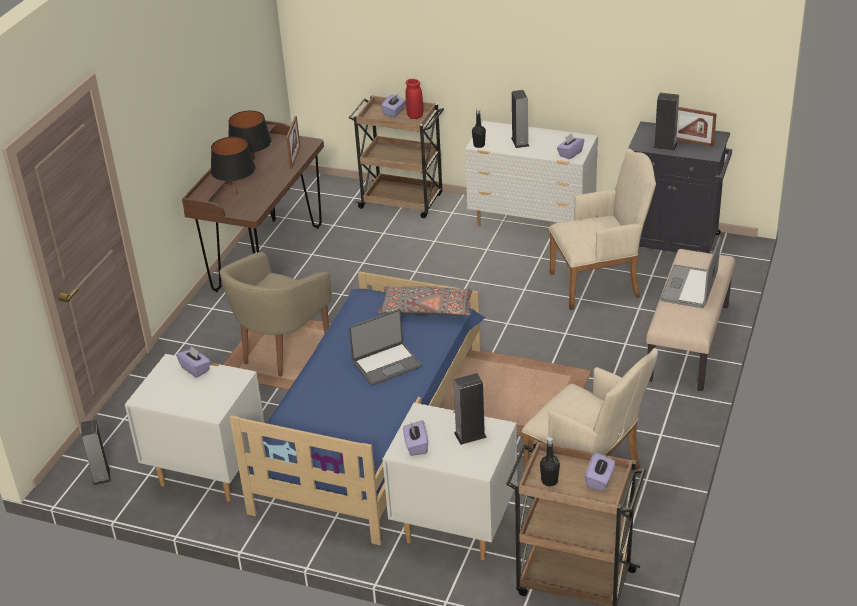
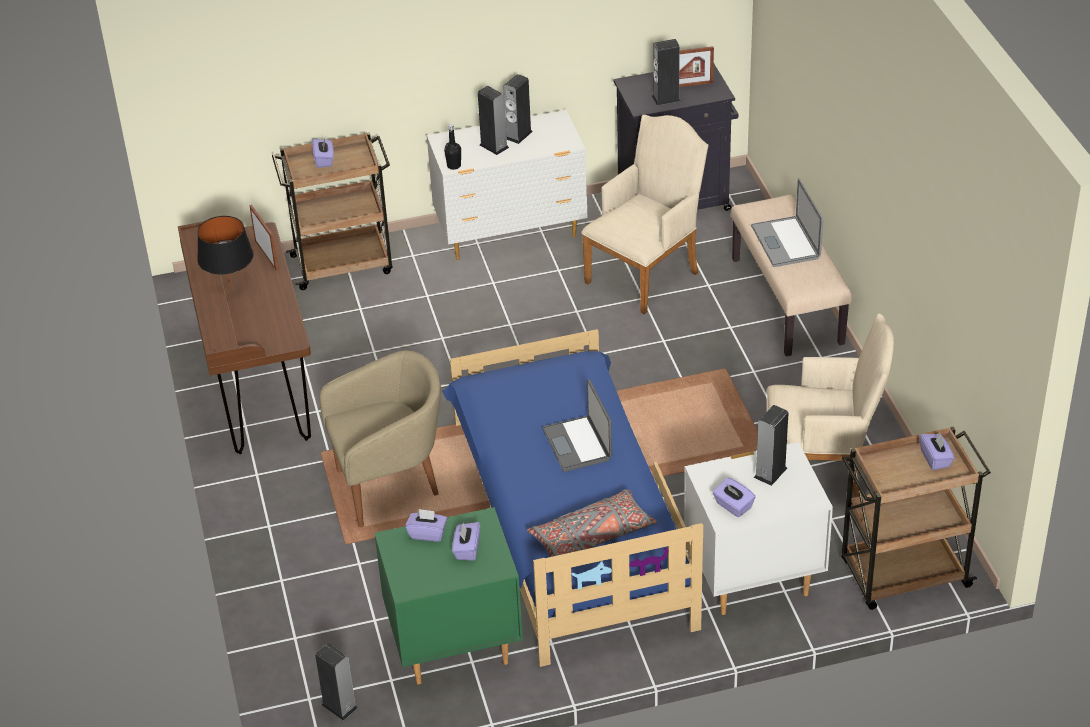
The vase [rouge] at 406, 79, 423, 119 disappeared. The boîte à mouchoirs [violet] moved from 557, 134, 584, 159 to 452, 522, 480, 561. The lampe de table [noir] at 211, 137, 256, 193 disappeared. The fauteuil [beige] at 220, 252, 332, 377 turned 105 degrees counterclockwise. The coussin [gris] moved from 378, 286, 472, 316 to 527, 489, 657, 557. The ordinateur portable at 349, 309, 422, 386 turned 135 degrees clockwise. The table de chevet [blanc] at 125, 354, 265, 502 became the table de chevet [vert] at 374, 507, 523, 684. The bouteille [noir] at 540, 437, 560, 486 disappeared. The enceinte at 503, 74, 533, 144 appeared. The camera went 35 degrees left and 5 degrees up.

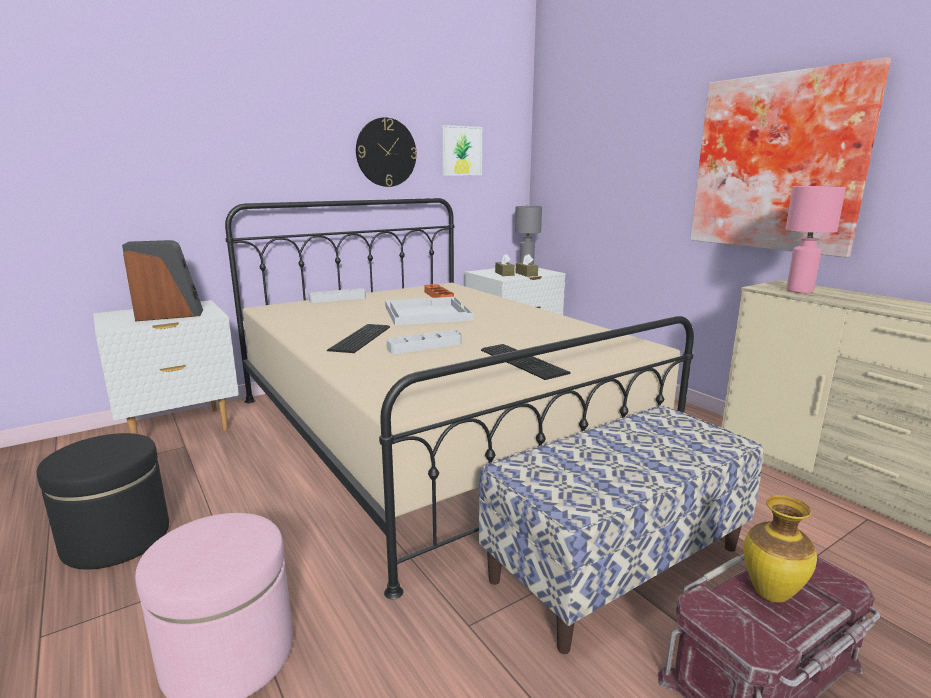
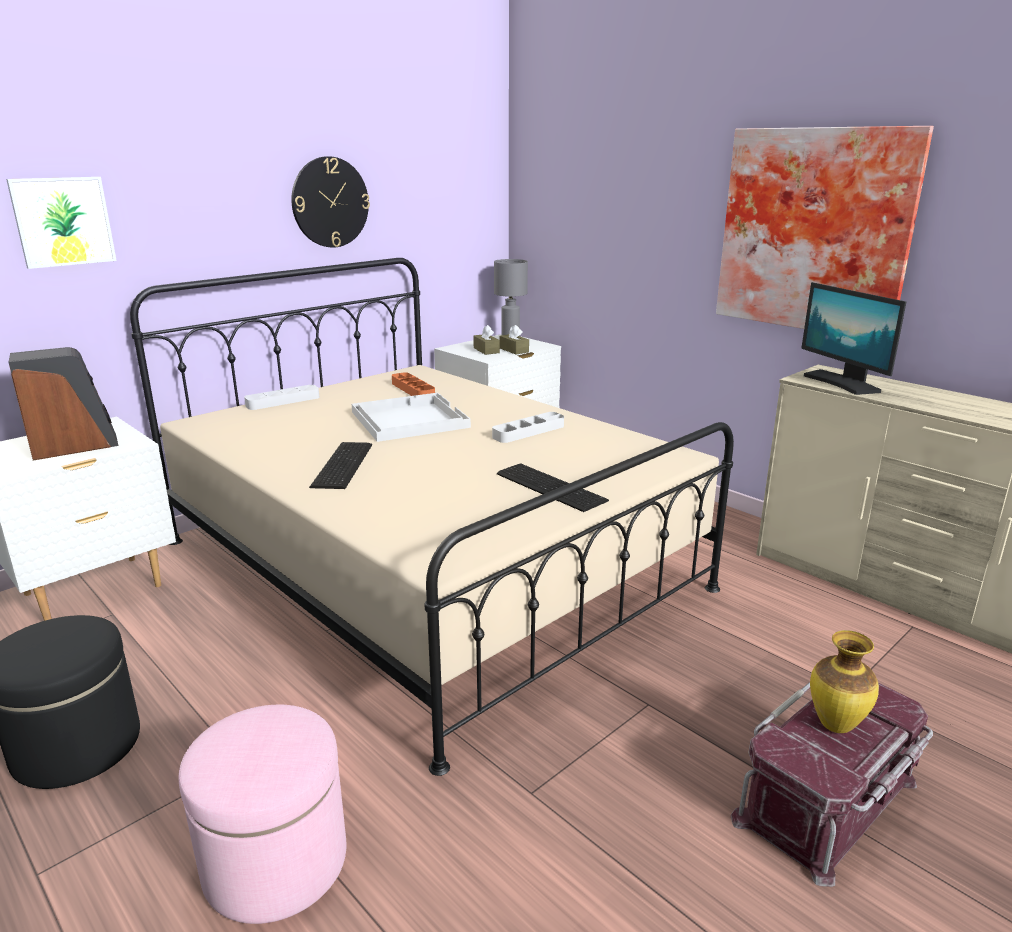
The tableau moved from 441, 125, 482, 175 to 6, 177, 117, 269. The lampe de table [rose] at 786, 186, 846, 293 was replaced by the écran d'ordinateur at 801, 282, 906, 395. The plateau [gris] moved from 387, 330, 461, 354 to 492, 412, 564, 443. The banc at 479, 405, 764, 654 disappeared. The camera went 10 degrees left and 5 degrees up.

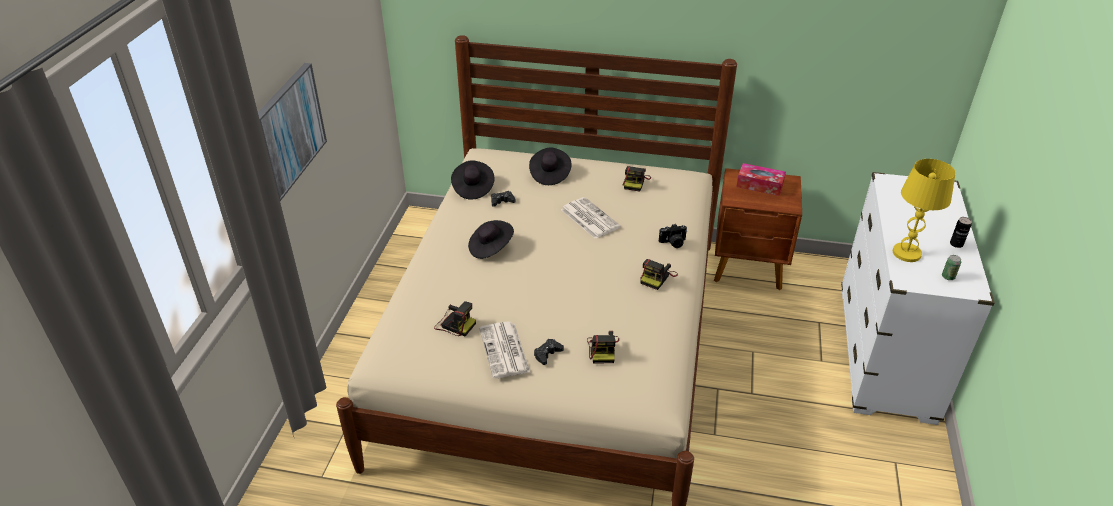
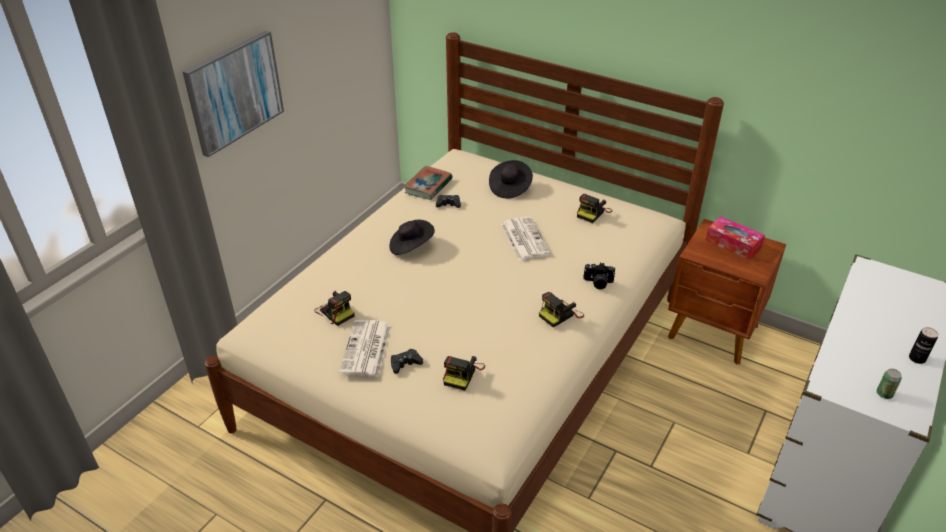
The lampe de table [jaune] at 893, 159, 956, 262 disappeared. The chapeau [noir] at 451, 160, 494, 200 was replaced by the livre at 404, 166, 452, 200. The camera went 20 degrees right and 0 degrees up.

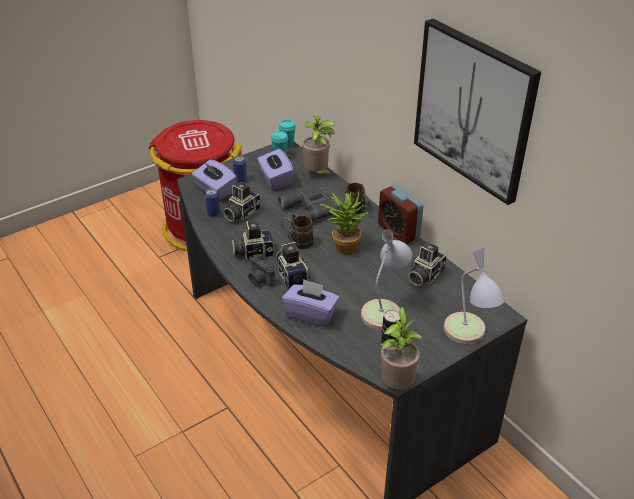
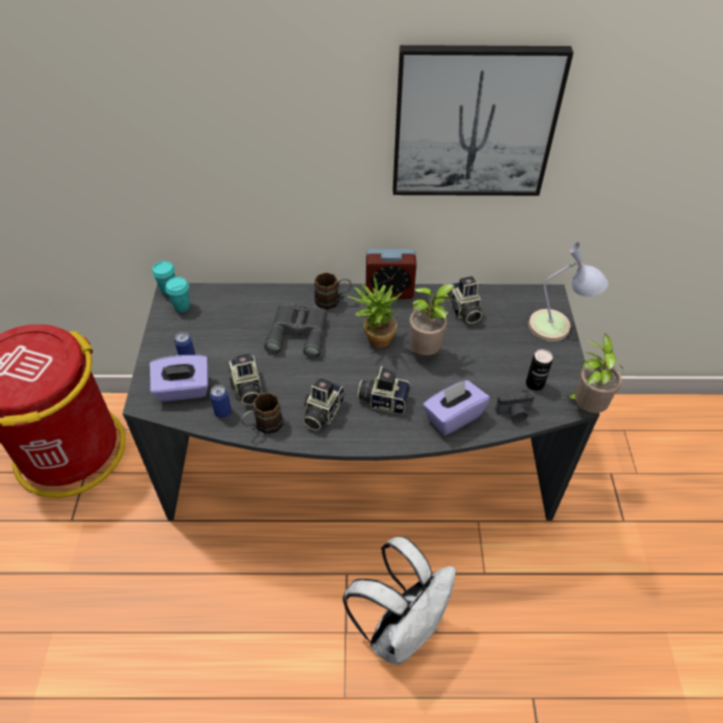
The plante en pot moved from 302, 115, 335, 176 to 409, 284, 455, 355. The boîte à mouchoirs [violet] at 257, 149, 294, 189 disappeared. The mug [marron] moved from 281, 216, 313, 249 to 241, 392, 283, 434. The lampe de table at 361, 230, 412, 330 disappeared. The appareil photo moved from 248, 257, 275, 286 to 495, 389, 535, 422. The sac à dos [blanc] at 343, 537, 456, 665 appeared. The camera went 55 degrees left and 10 degrees up.

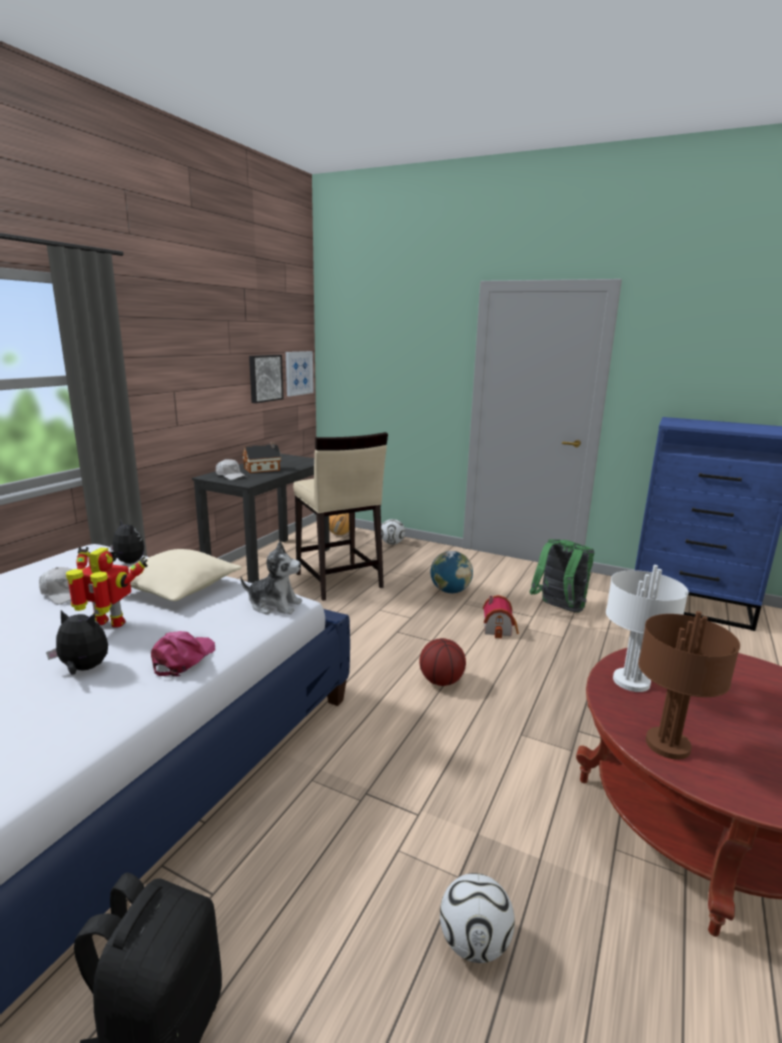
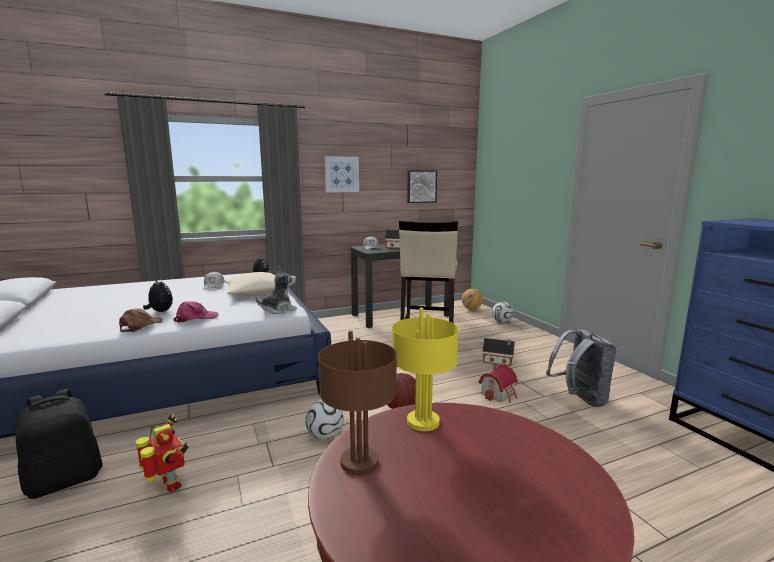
The tableau moved from 286, 351, 314, 396 to 325, 156, 359, 193. The sac à dos [vert] at 530, 539, 594, 612 became the sac à dos [gris] at 546, 329, 616, 407. The peluche at 240, 541, 302, 615 turned 90 degrees counterclockwise. The robot jouet moved from 66, 547, 148, 628 to 136, 415, 189, 492. The globe at 431, 551, 473, 593 was replaced by the maison miniature at 483, 338, 515, 366. The lampe de table [blanc] at 606, 565, 688, 692 became the lampe de table [jaune] at 392, 308, 459, 431. The ballon de foot moved from 440, 873, 515, 963 to 305, 400, 343, 439. The casquette [marron] at 119, 308, 163, 332 appeared. The camera went 40 degrees right and 5 degrees down.

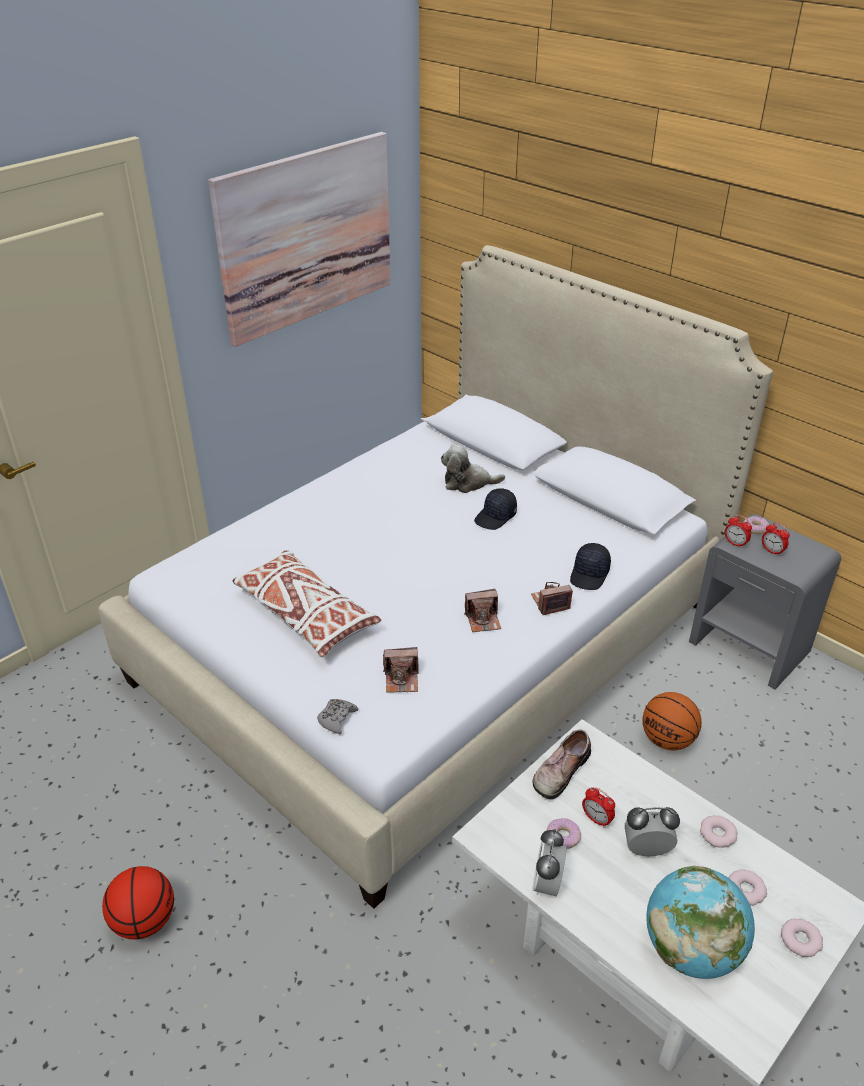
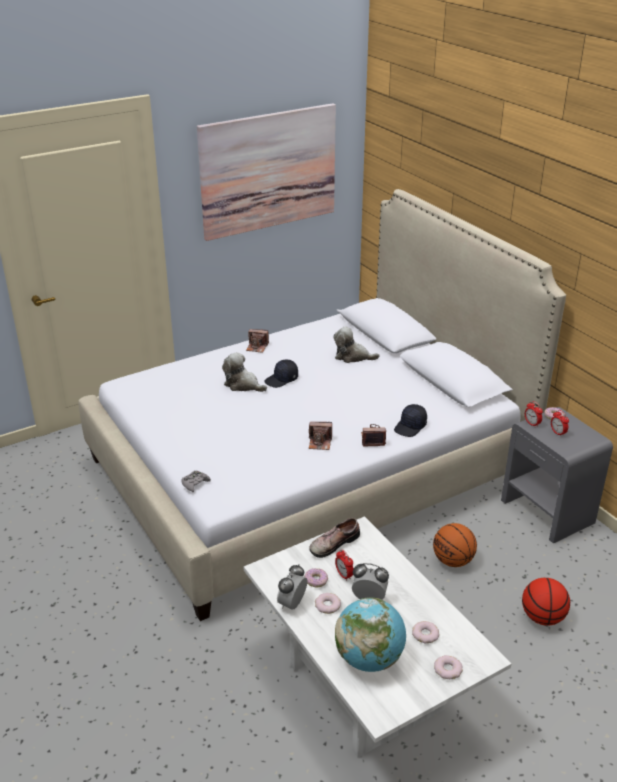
The casquette [noir] moved from 474, 488, 517, 530 to 264, 359, 298, 388. The coussin [blanc] at 233, 550, 381, 657 disappeared. The appareil photo moved from 383, 647, 419, 693 to 246, 329, 269, 353. The beignet moved from 700, 816, 738, 848 to 315, 593, 341, 614. The ballon de basket moved from 102, 866, 174, 940 to 522, 578, 570, 626. The peluche at 222, 352, 267, 392 appeared. The camera went 15 degrees right and 5 degrees down.

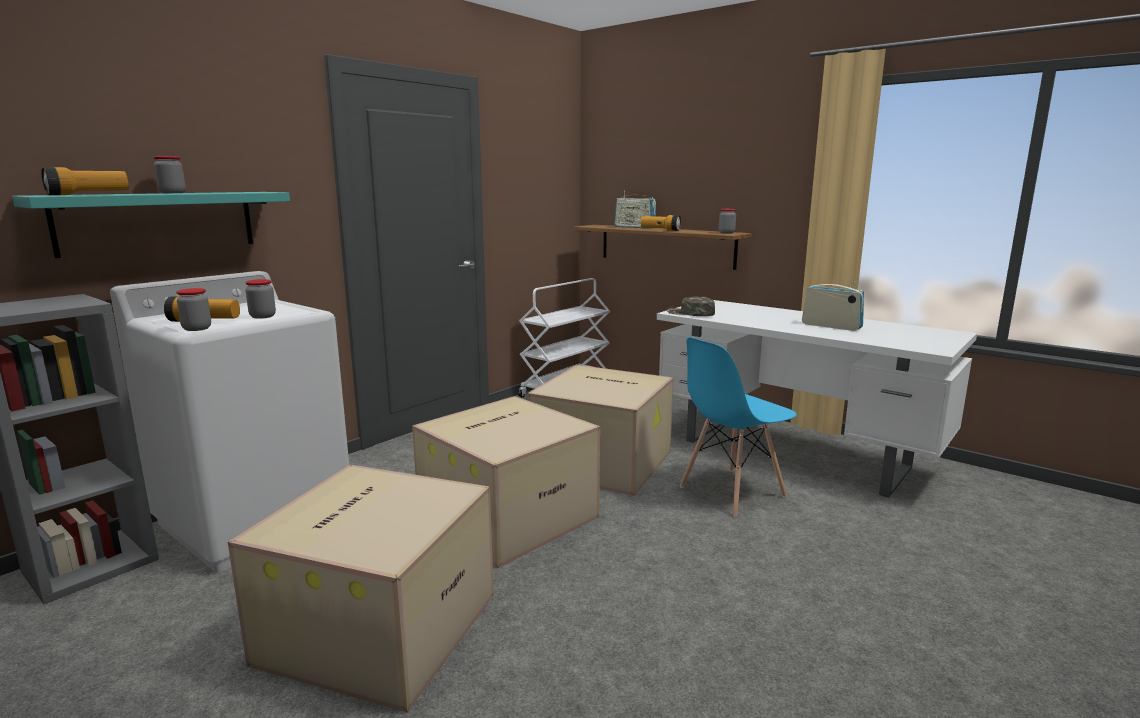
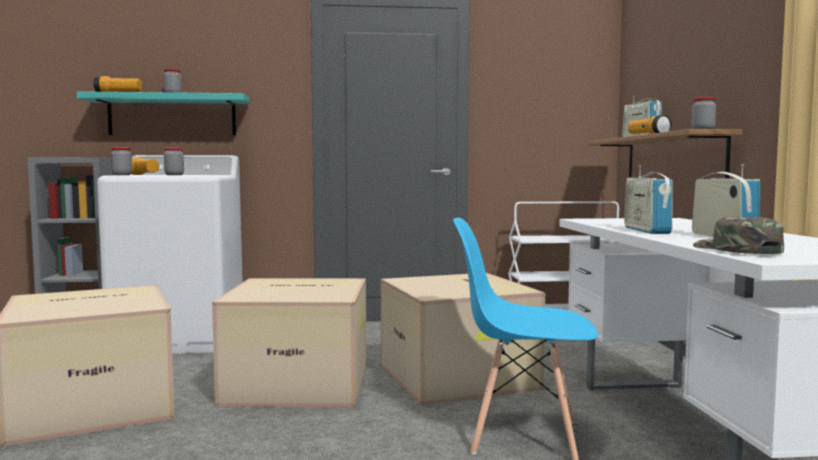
The casquette [vert] moved from 667, 296, 715, 316 to 693, 217, 784, 254. The radio at 624, 165, 673, 234 appeared. The camera went 45 degrees right and 10 degrees down.

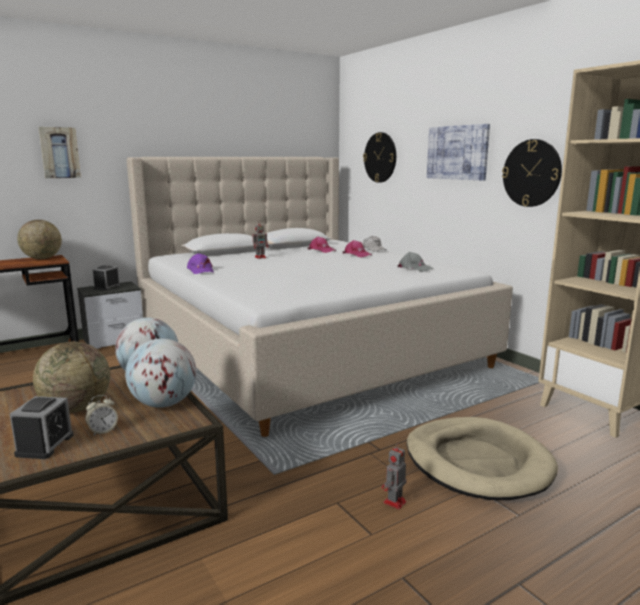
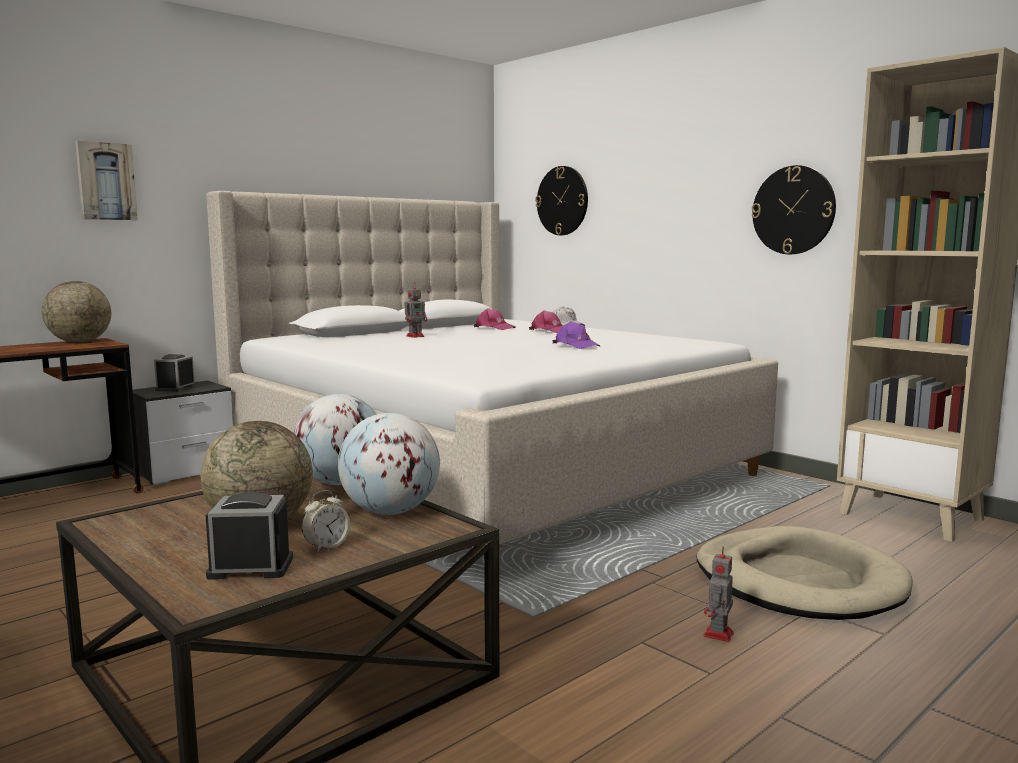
The tableau at 427, 124, 490, 181 disappeared. The casquette [gris] at 397, 252, 433, 272 disappeared. The casquette [violet] moved from 187, 253, 214, 274 to 552, 321, 600, 349. The réveil at 10, 396, 74, 459 turned 90 degrees counterclockwise. The camera went 10 degrees left and 5 degrees down.

